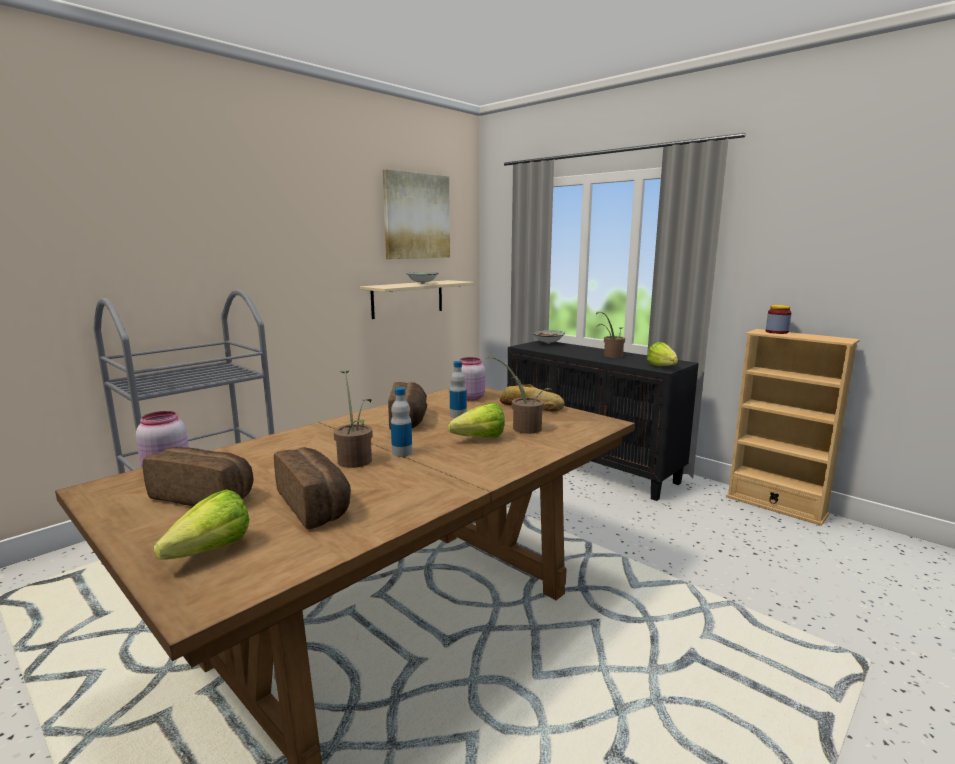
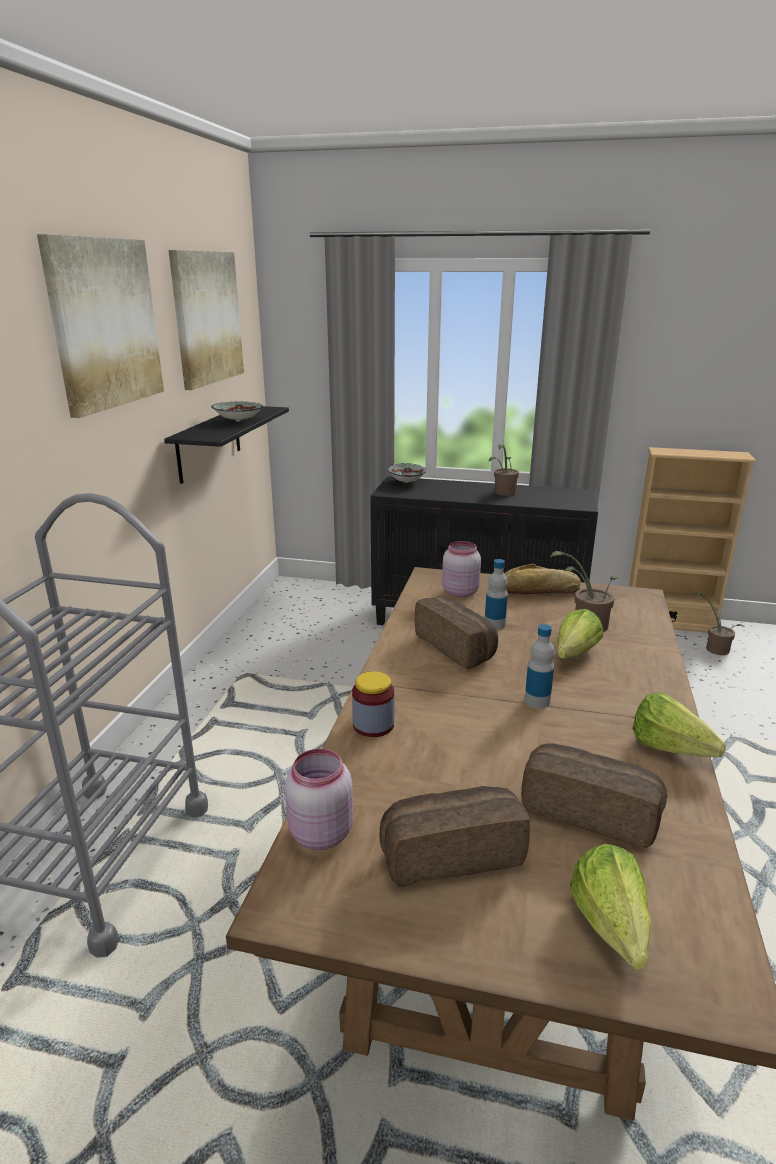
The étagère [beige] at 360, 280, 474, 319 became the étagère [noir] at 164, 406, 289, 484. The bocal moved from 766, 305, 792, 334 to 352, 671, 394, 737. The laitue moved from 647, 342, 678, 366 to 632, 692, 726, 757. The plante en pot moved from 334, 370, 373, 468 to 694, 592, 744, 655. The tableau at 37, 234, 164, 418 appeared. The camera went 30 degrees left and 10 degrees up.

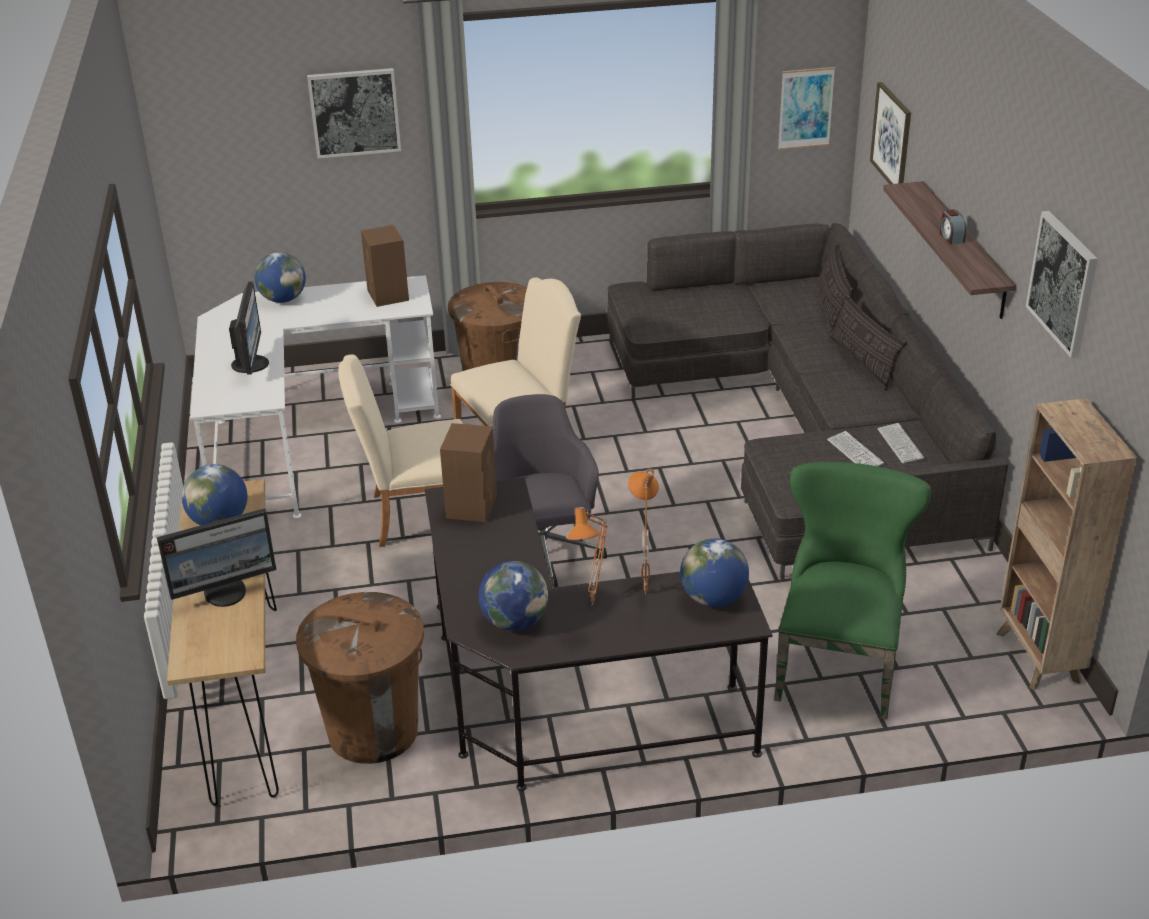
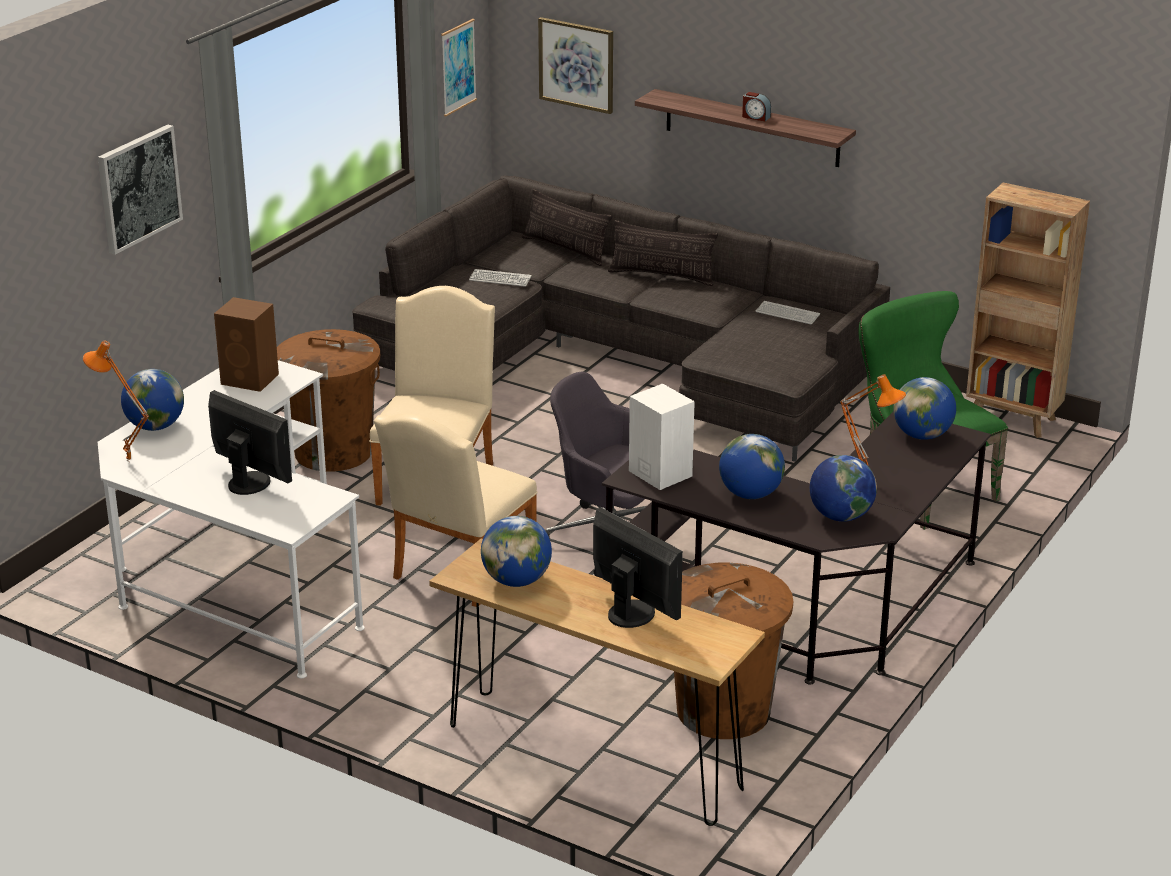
The tableau at 1026, 211, 1098, 358 disappeared. The enceinte [marron] at 440, 423, 497, 522 became the enceinte [blanc] at 629, 384, 695, 490. The clavier moved from 827, 431, 884, 466 to 469, 269, 532, 287. The lampe de table [orange] moved from 628, 469, 659, 595 to 83, 341, 149, 463. The écran d'ordinateur at 157, 508, 276, 607 turned 60 degrees counterclockwise. The globe at 719, 434, 785, 499 appeared. The camera went 50 degrees left and 5 degrees down.

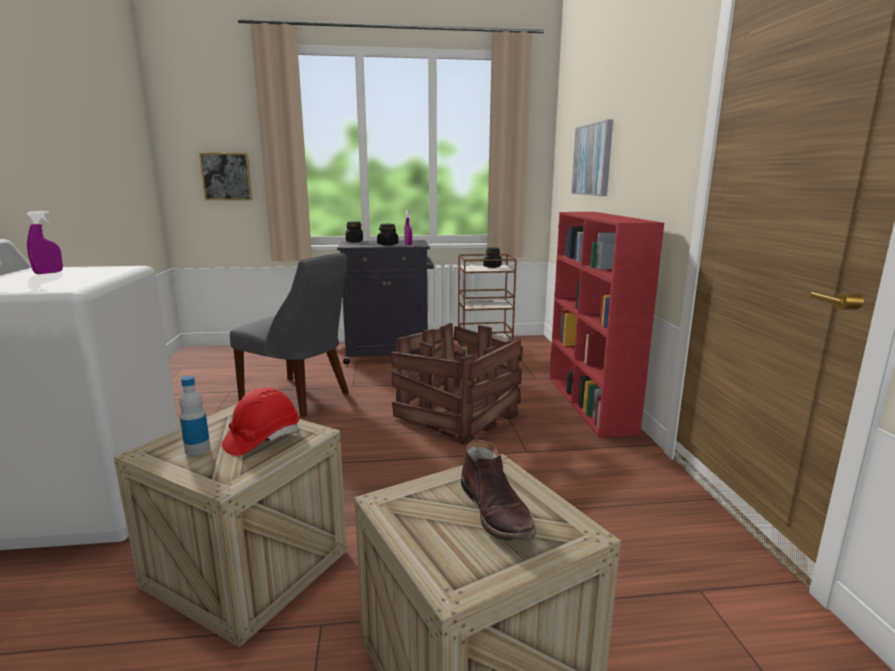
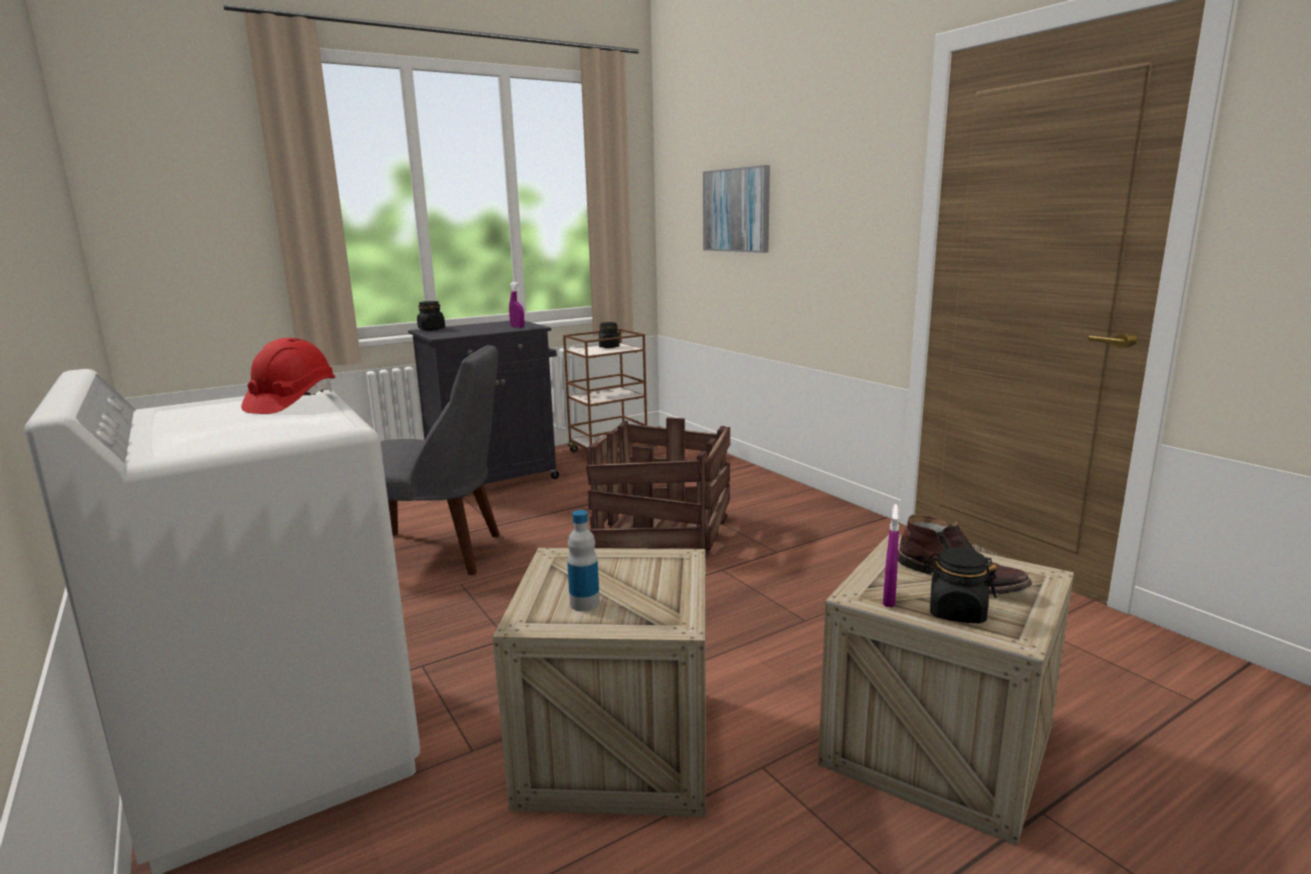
The tableau at 199, 153, 252, 200 disappeared. The vaporisateur [violet] moved from 26, 211, 63, 274 to 883, 504, 899, 607. The bibliothèque [rouge] at 550, 212, 664, 438 disappeared. The bocal [noir] moved from 377, 224, 398, 245 to 924, 547, 997, 624. The casque de chantier [rouge] moved from 222, 388, 299, 456 to 241, 338, 335, 414. The camera went 25 degrees left and 0 degrees up.

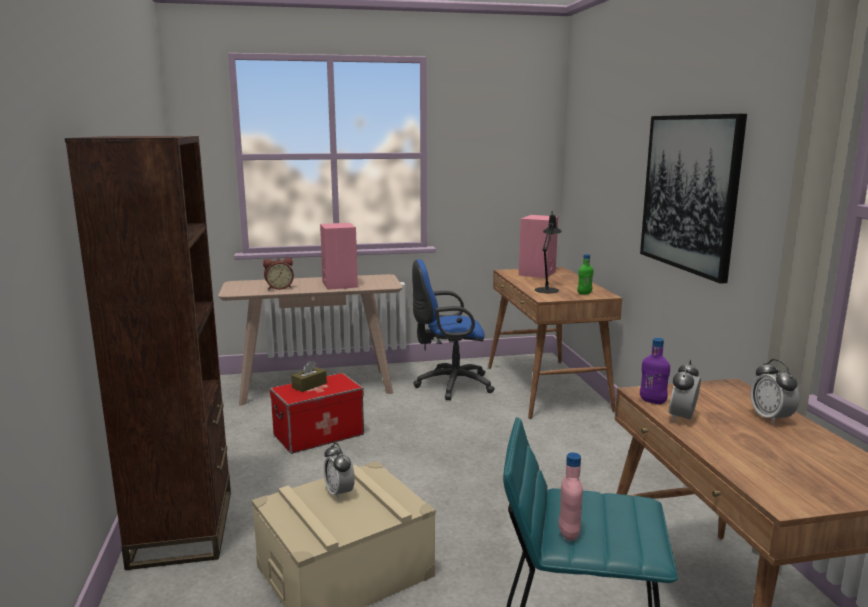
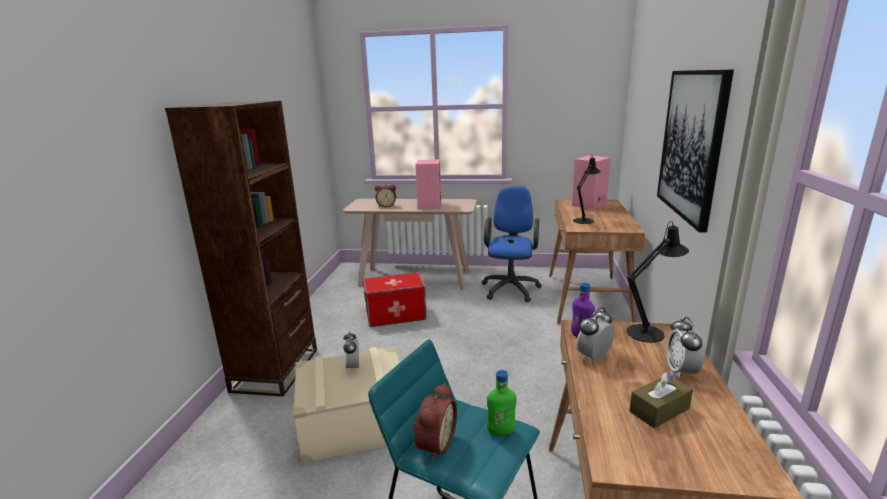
The bouteille [vert] moved from 577, 254, 593, 295 to 487, 370, 516, 436. The chaise de bureau [bleu] at 412, 259, 495, 400 turned 90 degrees clockwise. The boîte à mouchoirs [marron] moved from 291, 361, 327, 392 to 629, 371, 693, 428. The bouteille [rose] at 559, 453, 583, 541 was replaced by the réveil at 413, 383, 457, 461. The lampe de table [noir] at 626, 221, 689, 343 appeared. The camera went 20 degrees right and 5 degrees up.

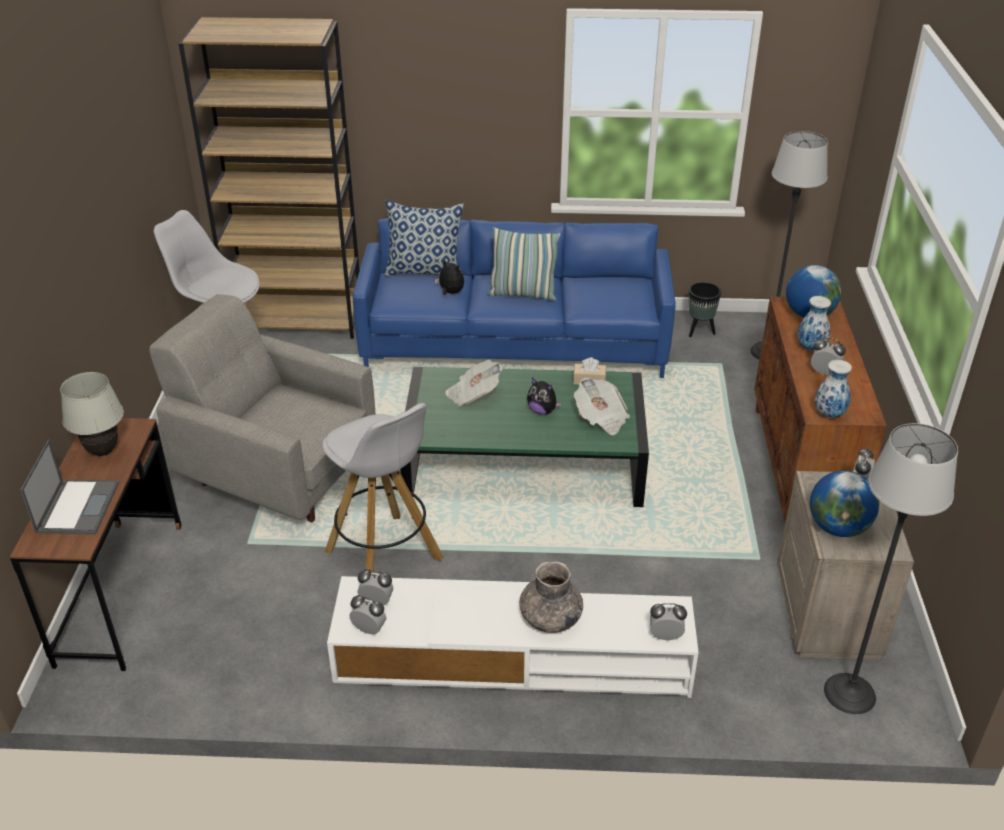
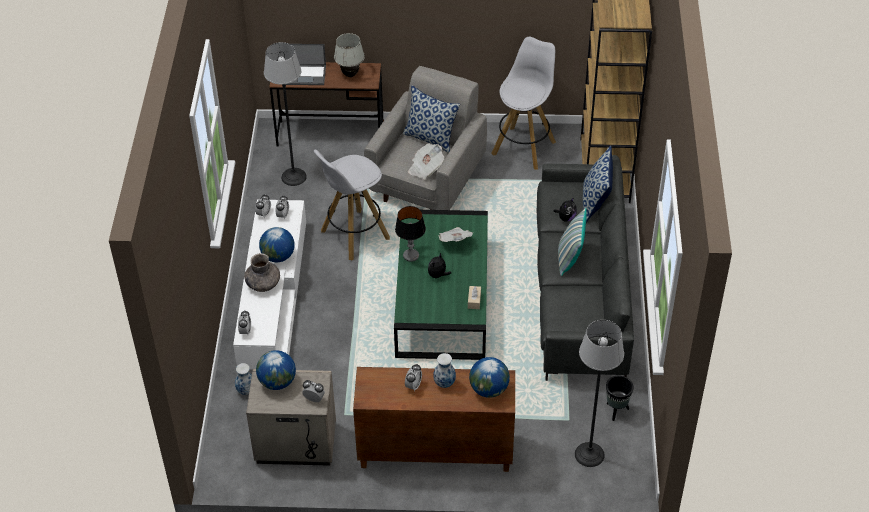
The canapé [bleu] at 353, 218, 676, 378 became the canapé [gris] at 537, 155, 634, 381. The vase moved from 815, 360, 852, 418 to 235, 363, 252, 395. The journal moved from 574, 377, 630, 435 to 408, 144, 444, 179. The lampadaire moved from 824, 423, 958, 714 to 264, 42, 307, 186. The coussin at 403, 85, 460, 153 appeared. The lampe de table at 395, 206, 426, 262 appeared. The globe at 259, 227, 295, 262 appeared. The camera went 90 degrees right and 10 degrees up.

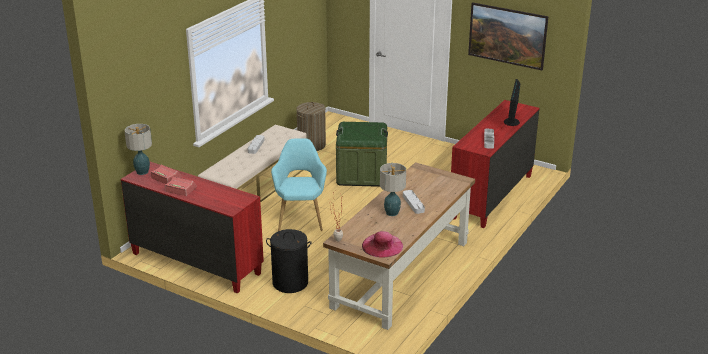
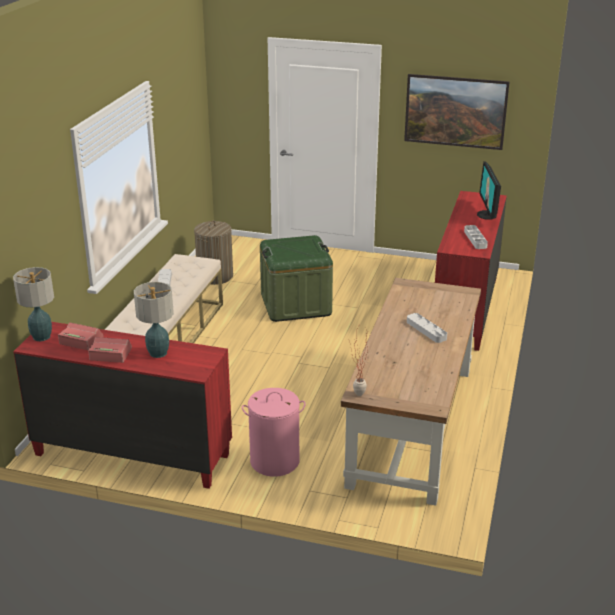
The fauteuil [turquoise] at 271, 138, 327, 231 disappeared. The lampe de table moved from 380, 163, 406, 216 to 134, 282, 174, 358. The panier à linge [noir] at 266, 229, 311, 293 became the panier à linge [rose] at 242, 388, 306, 477. The chapeau [rose] at 362, 231, 403, 258 disappeared. The camera went 15 degrees left and 0 degrees up.

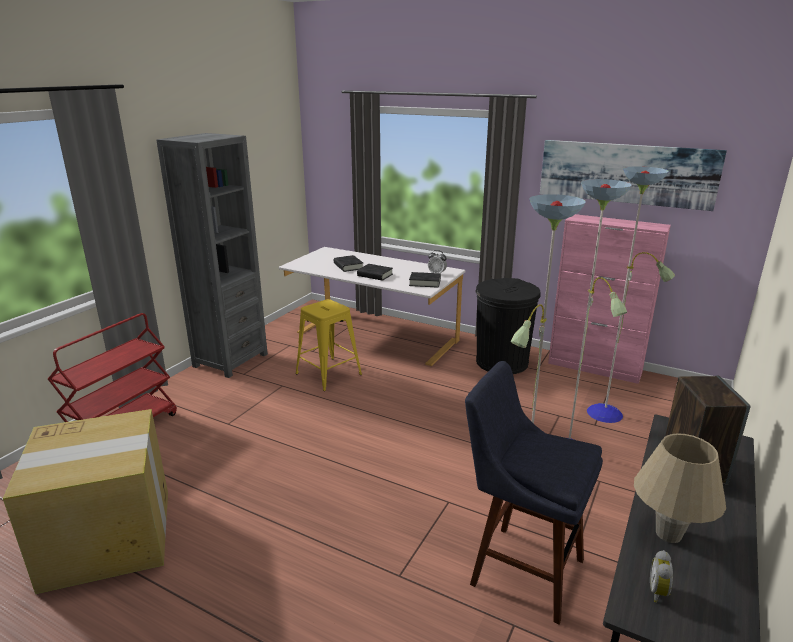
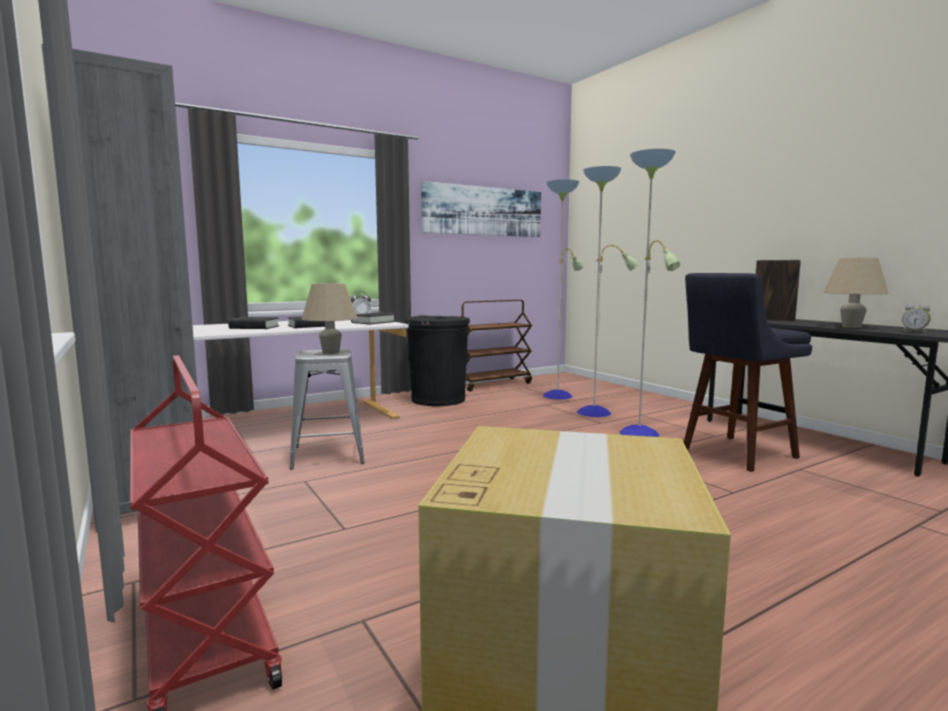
The meuble de rangement [rose] at 548, 214, 671, 384 was replaced by the chariot [marron] at 461, 300, 532, 391. The tabouret [jaune] at 296, 299, 362, 391 became the tabouret [gris] at 290, 349, 365, 470. The lampe de table [beige] at 301, 283, 357, 354 appeared. The camera went 60 degrees left and 15 degrees down.

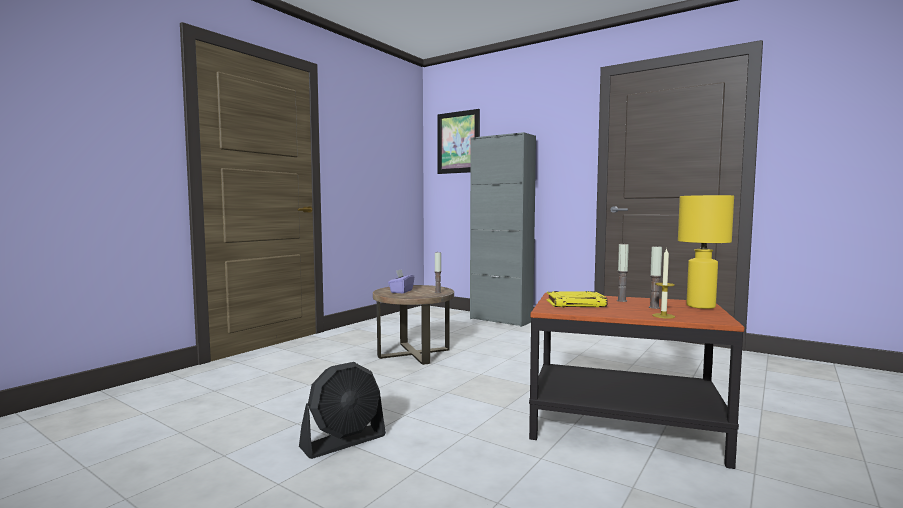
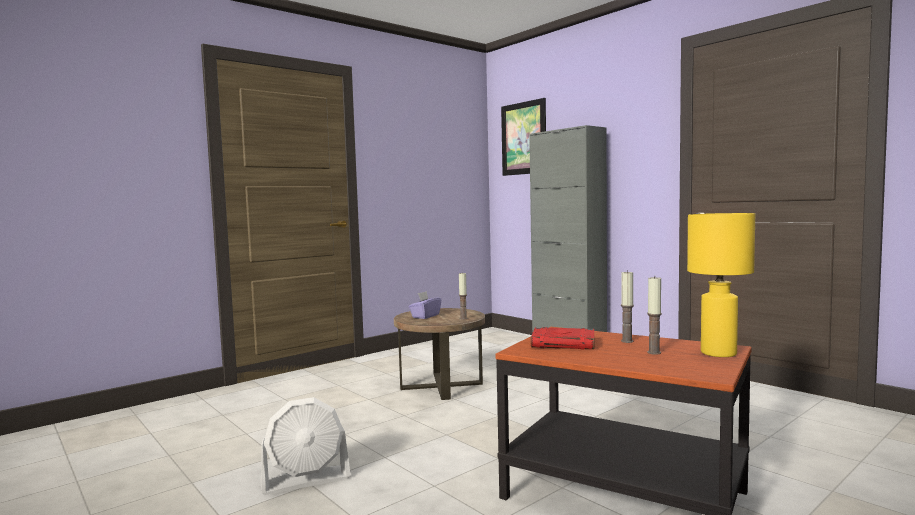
The bougie at 652, 248, 675, 319 disappeared. The livre [jaune] at 547, 291, 608, 307 became the livre [rouge] at 531, 327, 594, 350. The ventilateur [noir] at 299, 362, 386, 459 became the ventilateur [blanc] at 260, 397, 351, 495. The camera went 15 degrees right and 0 degrees up.

